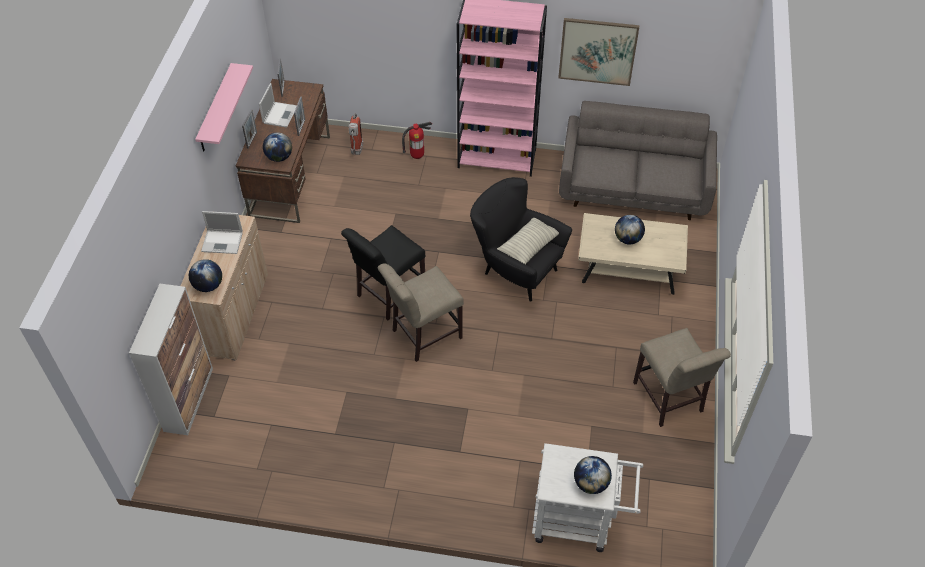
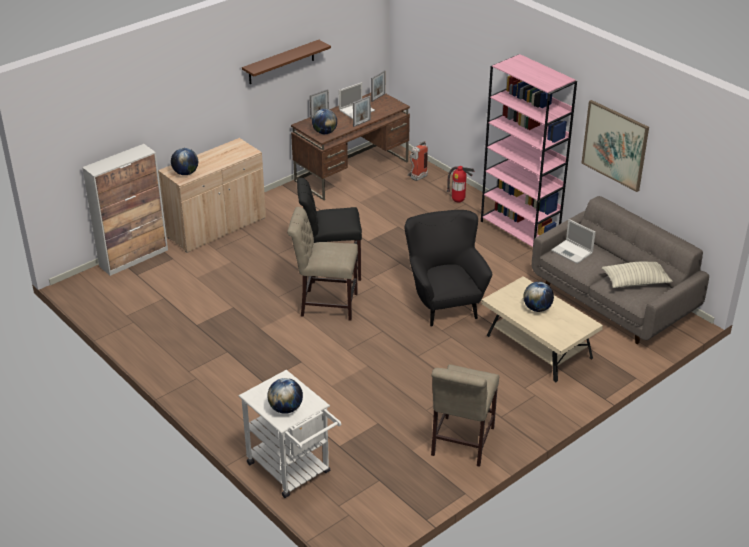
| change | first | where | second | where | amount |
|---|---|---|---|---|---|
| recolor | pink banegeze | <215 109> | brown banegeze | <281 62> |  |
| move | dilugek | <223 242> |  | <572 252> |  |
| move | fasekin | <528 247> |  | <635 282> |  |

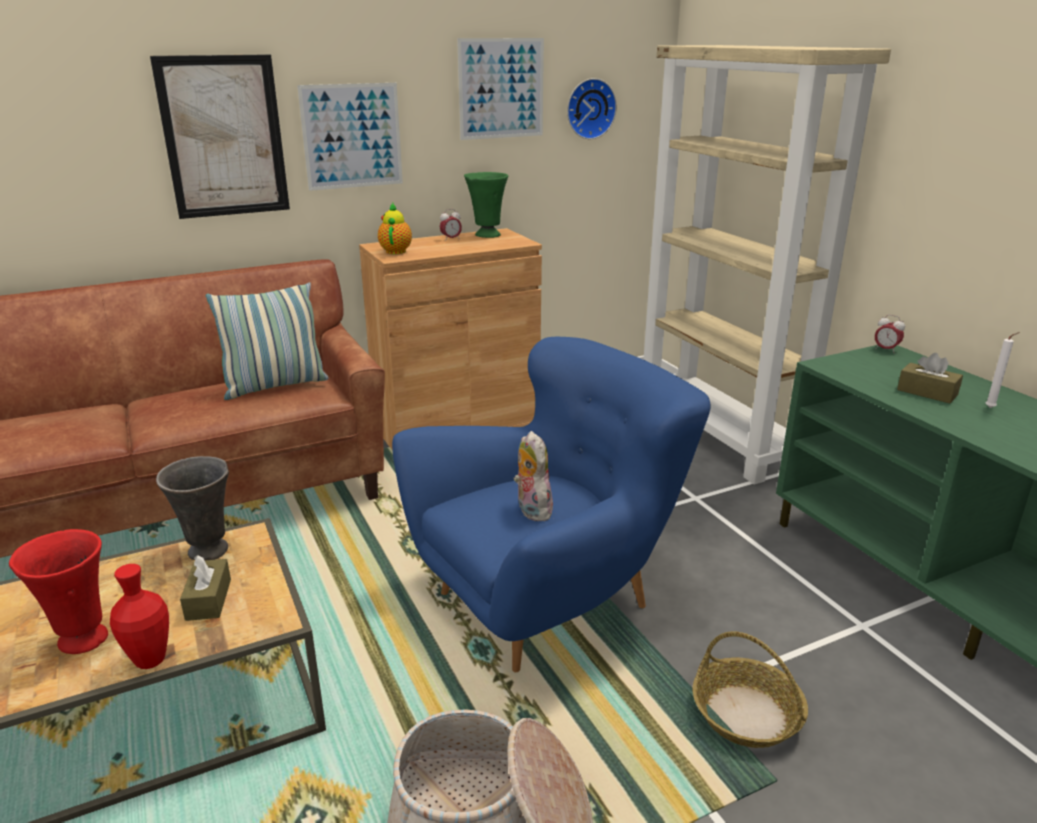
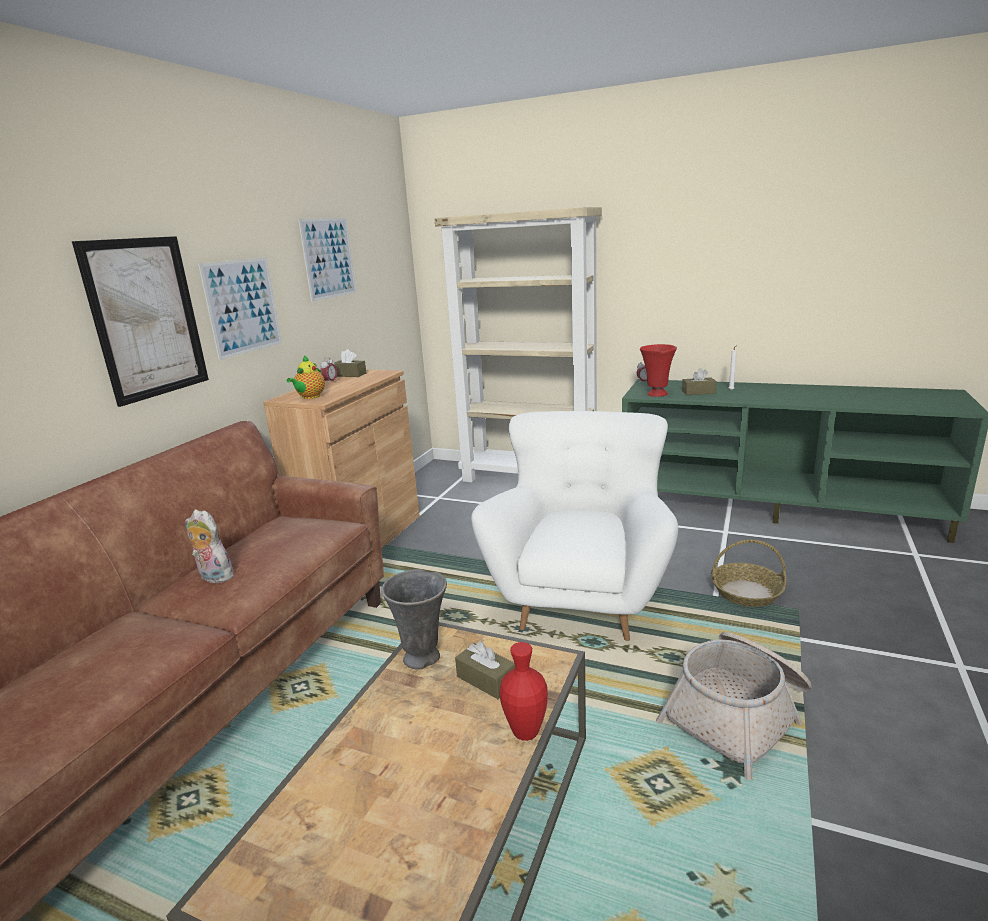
| change | first | where | second | where | amount |
|---|---|---|---|---|---|
| delete | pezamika | <589 108> |  |  |  |
| replace | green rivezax | <486 235> | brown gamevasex | <349 375> |  |
| rotate | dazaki | <396 251> |  | <310 397> | 120 degrees counterclockwise |
| delete | fasekin | <275 386> |  |  |  |
| recolor | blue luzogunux | <548 599> | white luzogunux | <582 598> |  |
| move | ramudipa | <531 510> |  | <213 577> |  |
| move | red rivezax | <81 639> |  | <656 394> |  |

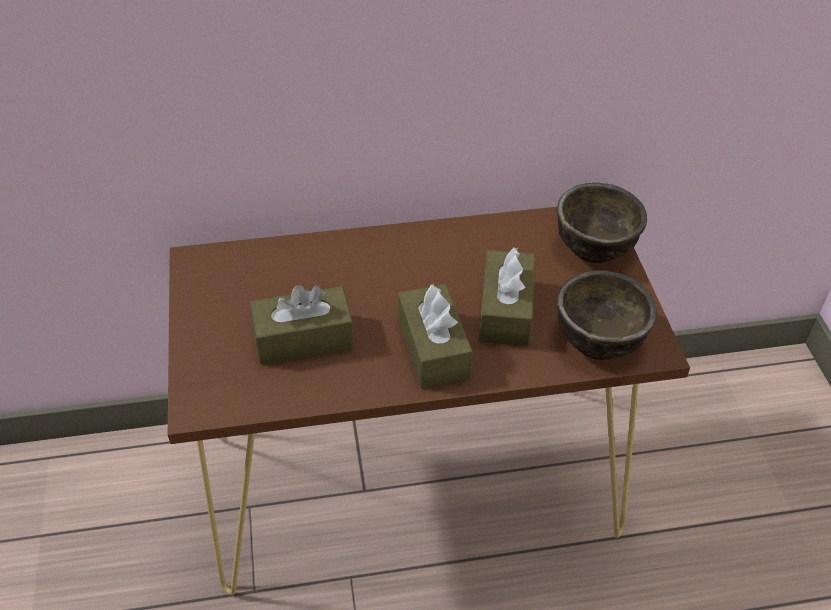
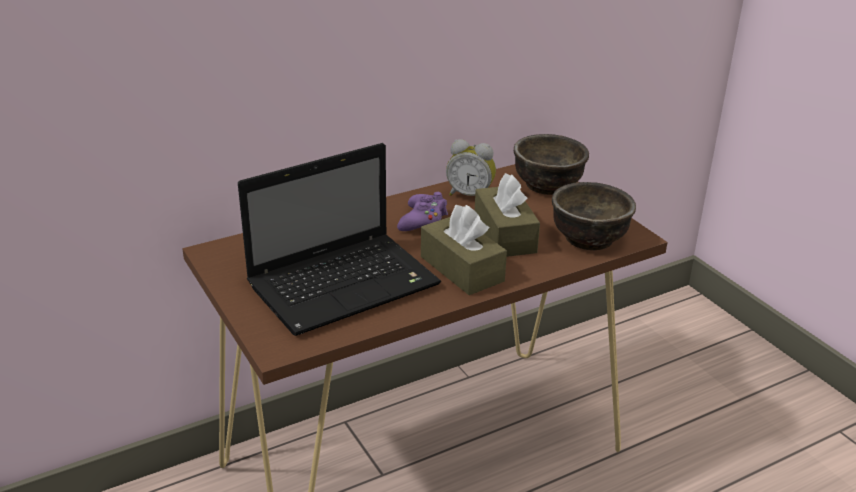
| change | first | where | second | where | amount |
|---|---|---|---|---|---|
| replace | brown gamevasex | <303 338> | dilugek | <346 284> |  |
| insert |  |  | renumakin | <470 195> |  |
| insert |  |  | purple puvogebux | <423 221> |  |

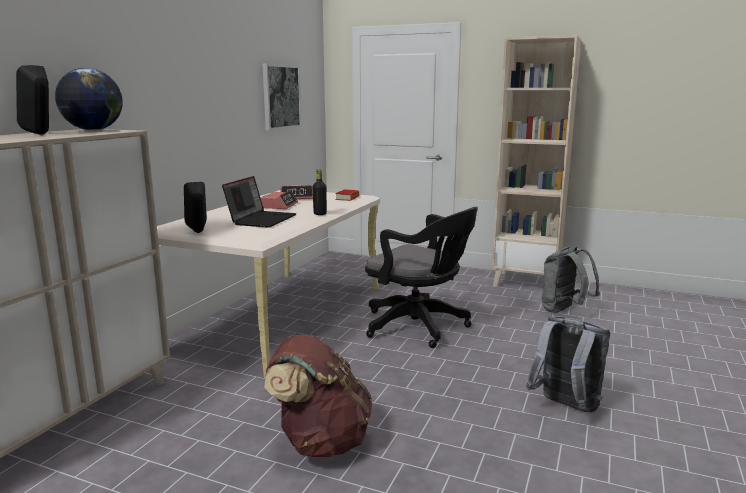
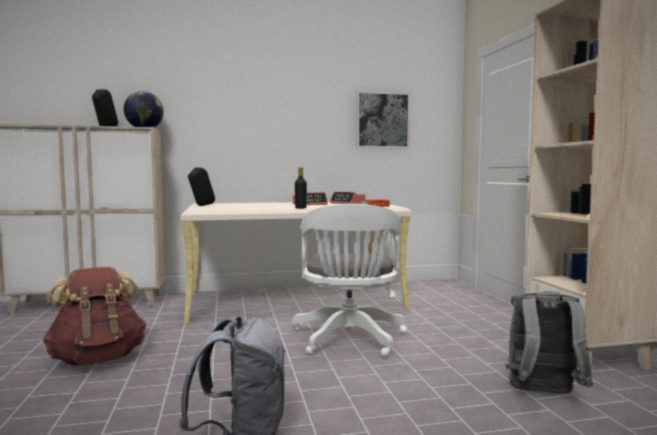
| change | first | where | second | where | amount |
|---|---|---|---|---|---|
| delete | dilugek | <261 219> |  |  |  |
| recolor | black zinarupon | <420 327> | white zinarupon | <349 340> |  |

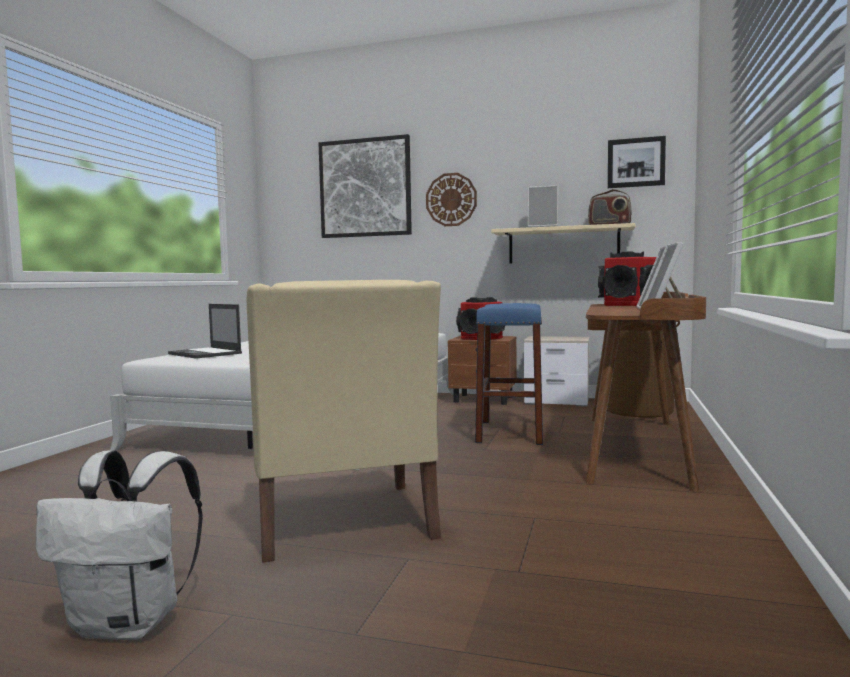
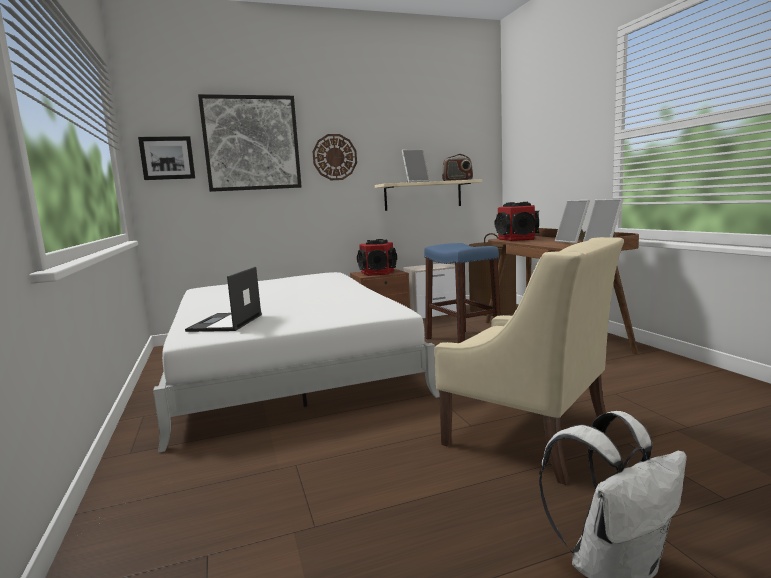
| change | first | where | second | where | amount |
|---|---|---|---|---|---|
| move | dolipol | <636 162> |  | <167 158> |  |
| rotate | dilugek | <205 353> |  | <225 323> | 90 degrees clockwise |

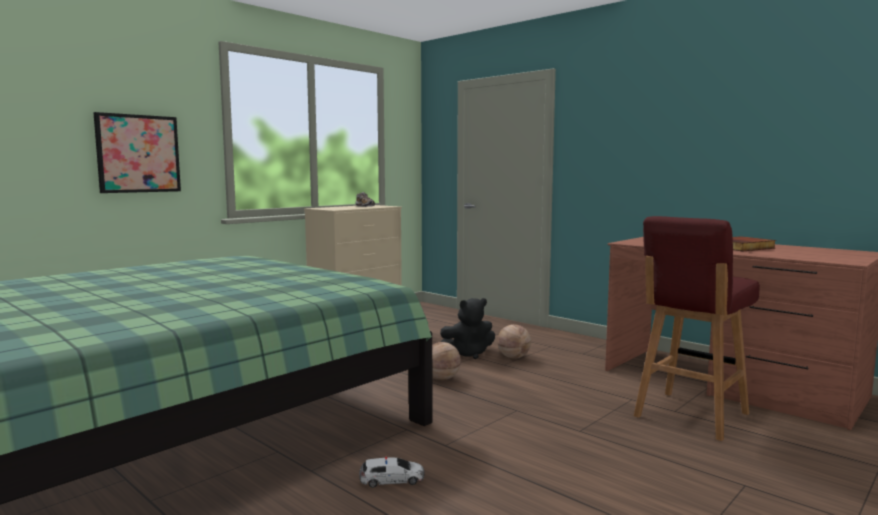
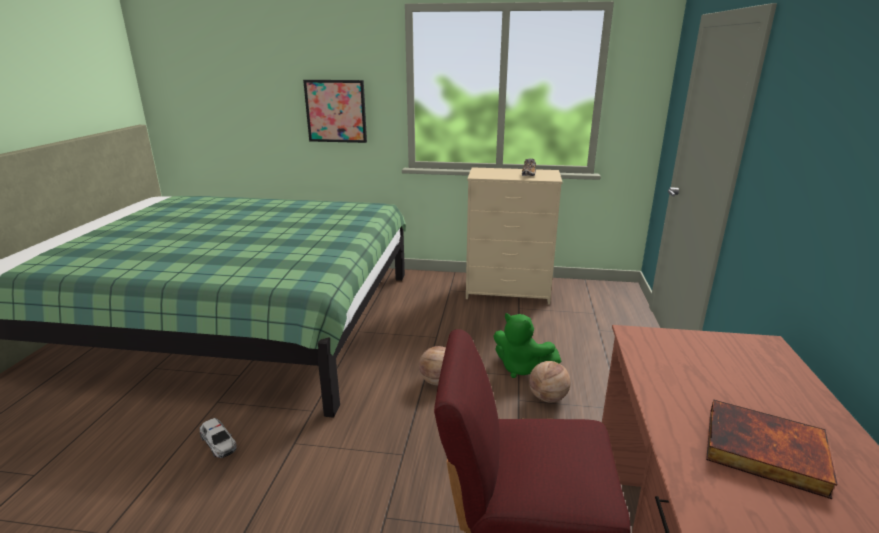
| change | first | where | second | where | amount |
|---|---|---|---|---|---|
| recolor | black ramudipa | <468 354> | green ramudipa | <521 368> |  |

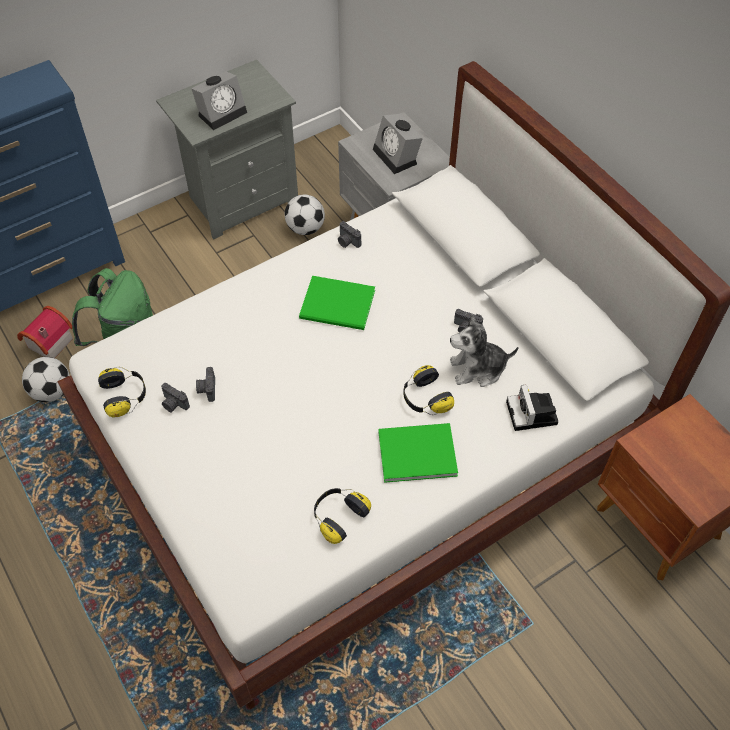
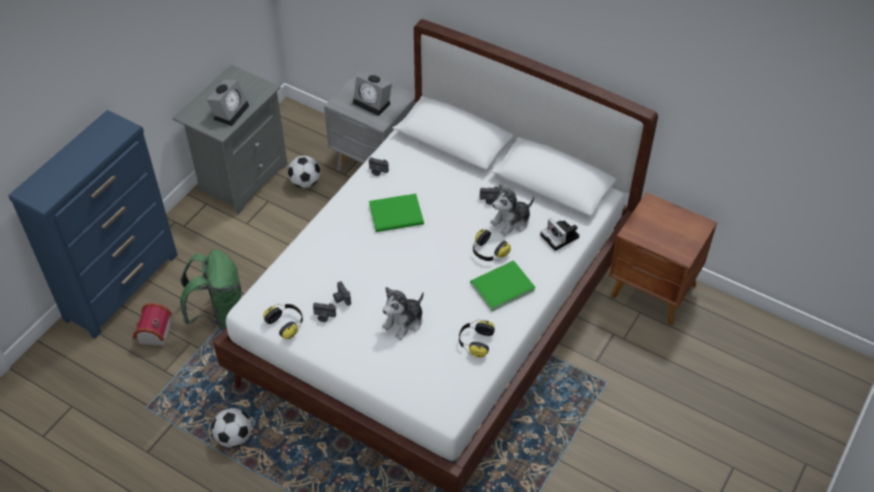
| change | first | where | second | where | amount |
|---|---|---|---|---|---|
| move | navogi | <52 391> |  | <234 437> |  |
| insert |  |  | ramudipa | <404 322> |  |

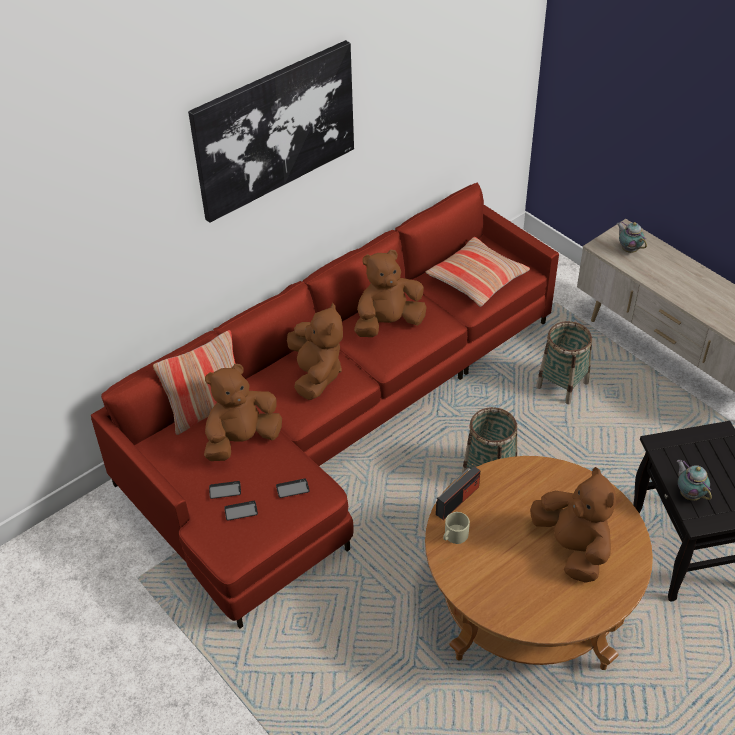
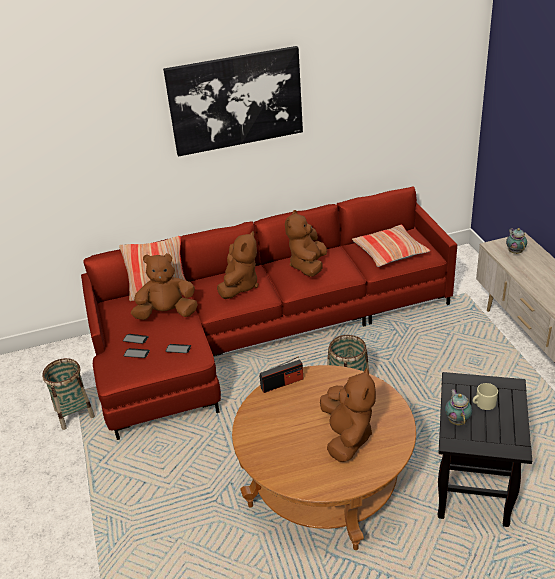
| change | first | where | second | where | amount |
|---|---|---|---|---|---|
| rotate | brown ramudipa | <388 323> |  | <308 266> | 75 degrees counterclockwise |
| move | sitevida | <562 385> |  | <74 413> |  |
| move | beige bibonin | <454 536> |  | <483 403> |  |

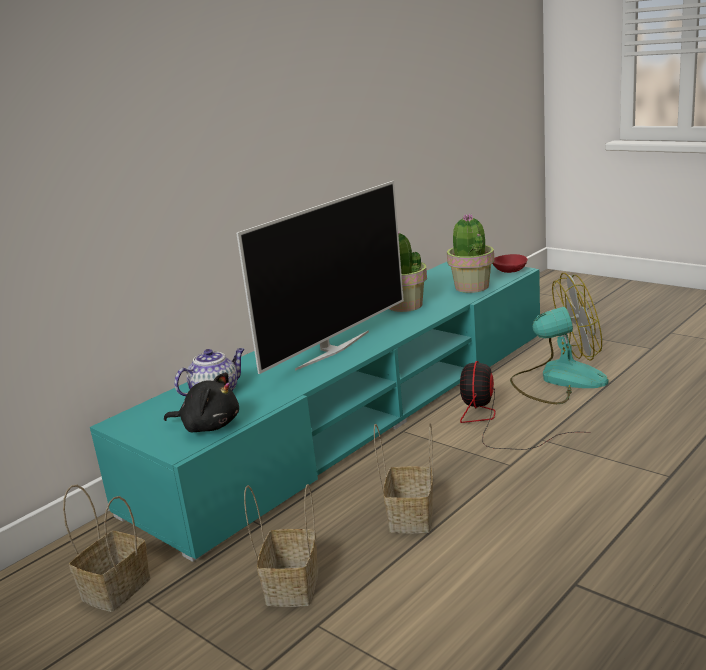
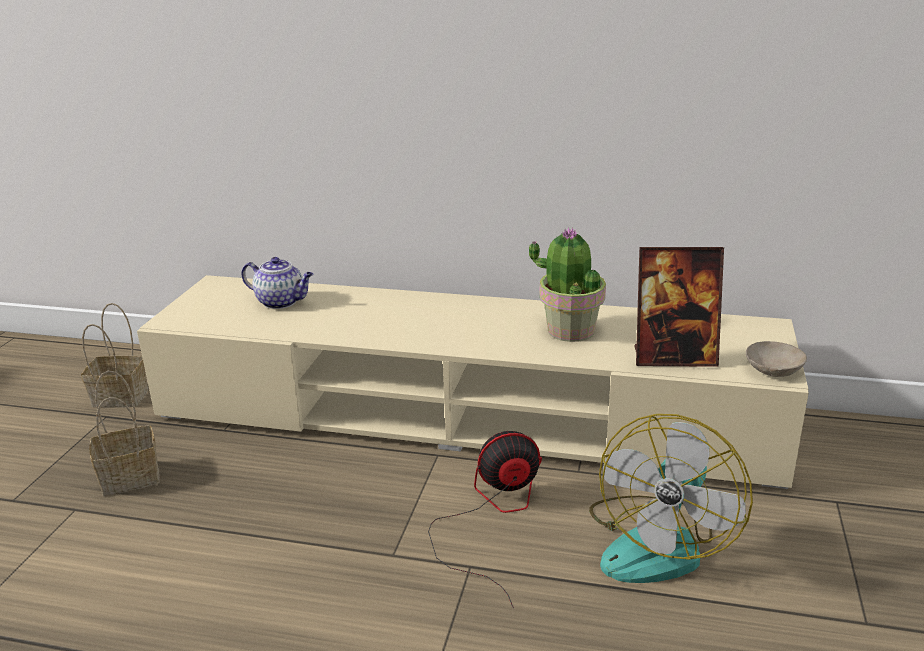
| change | first | where | second | where | amount |
|---|---|---|---|---|---|
| delete | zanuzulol | <332 350> |  |  |  |
| replace | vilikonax | <471 287> | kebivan | <674 358> |  |
| recolor | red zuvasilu | <509 270> | beige zuvasilu | <774 369> |  |
| recolor | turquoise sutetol | <362 412> | beige sutetol | <465 416> |  |
| rotate | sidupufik | <558 380> |  | <658 543> | 60 degrees clockwise |
| delete | black ramudipa | <209 426> |  |  |  |
| delete | sitevida | <410 516> |  |  |  |

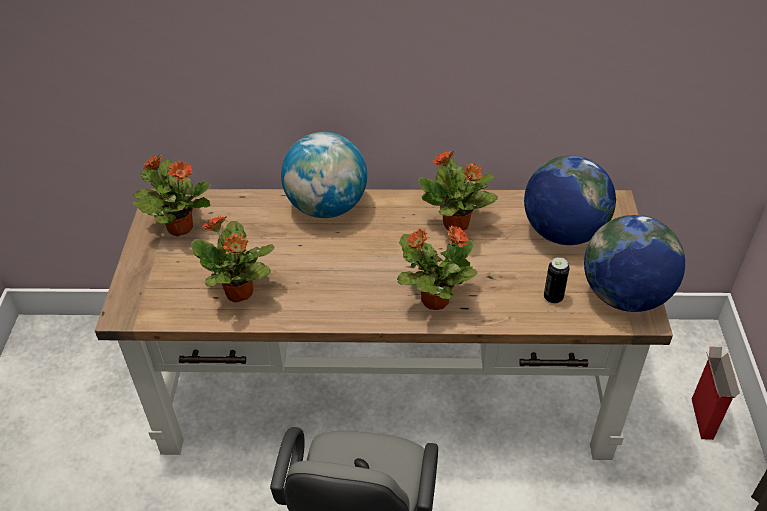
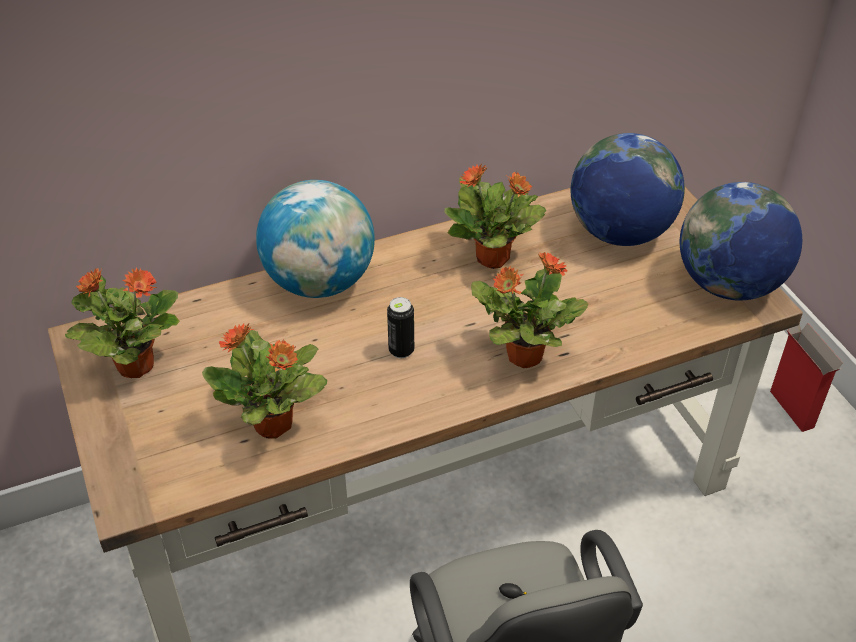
| change | first | where | second | where | amount |
|---|---|---|---|---|---|
| move | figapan | <553 297> |  | <401 350> |  |

